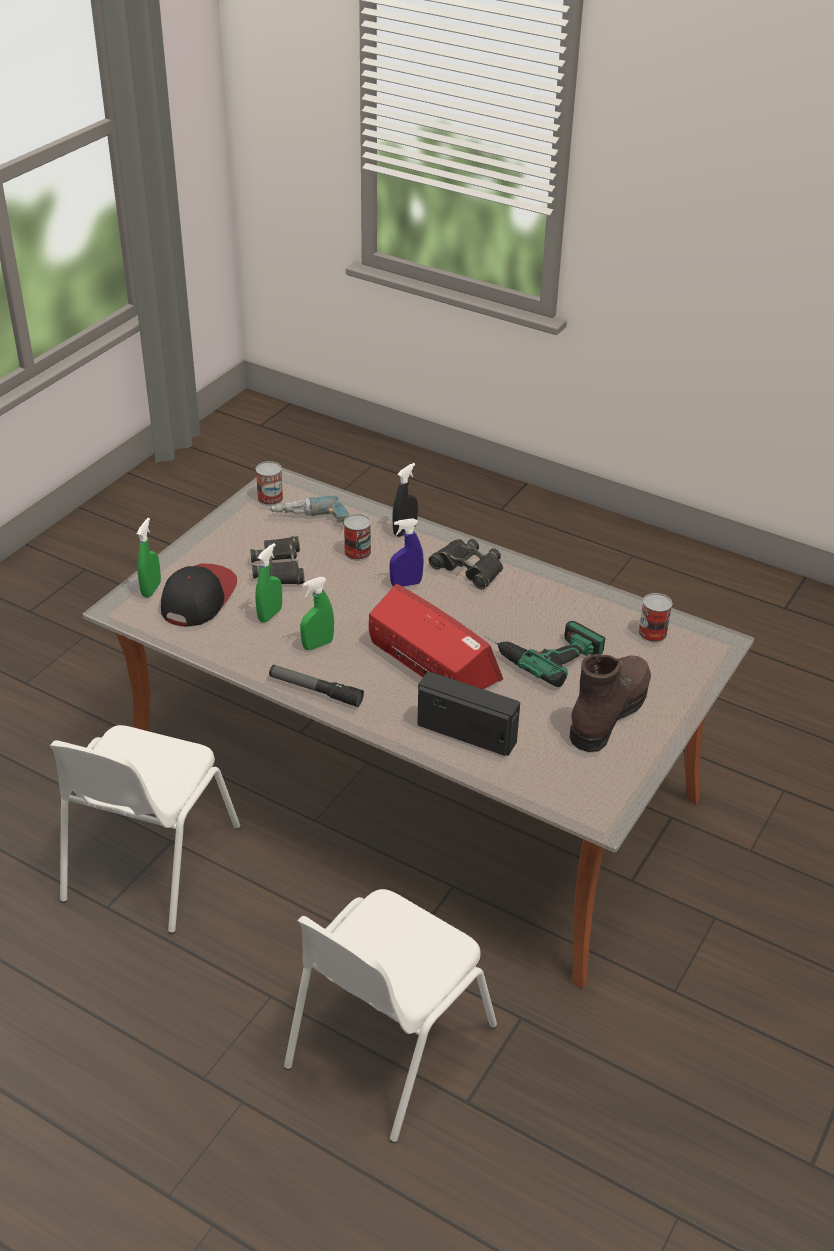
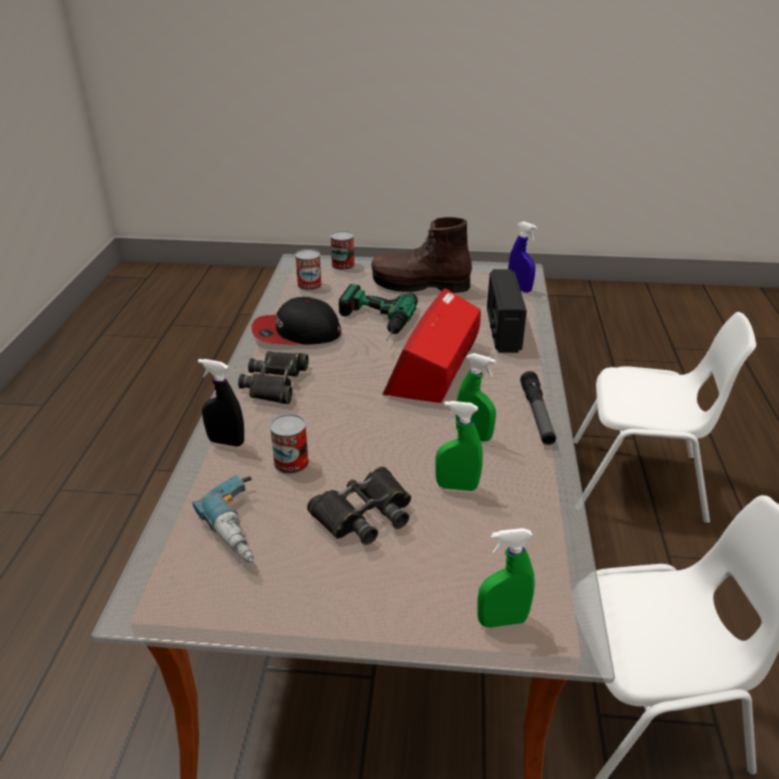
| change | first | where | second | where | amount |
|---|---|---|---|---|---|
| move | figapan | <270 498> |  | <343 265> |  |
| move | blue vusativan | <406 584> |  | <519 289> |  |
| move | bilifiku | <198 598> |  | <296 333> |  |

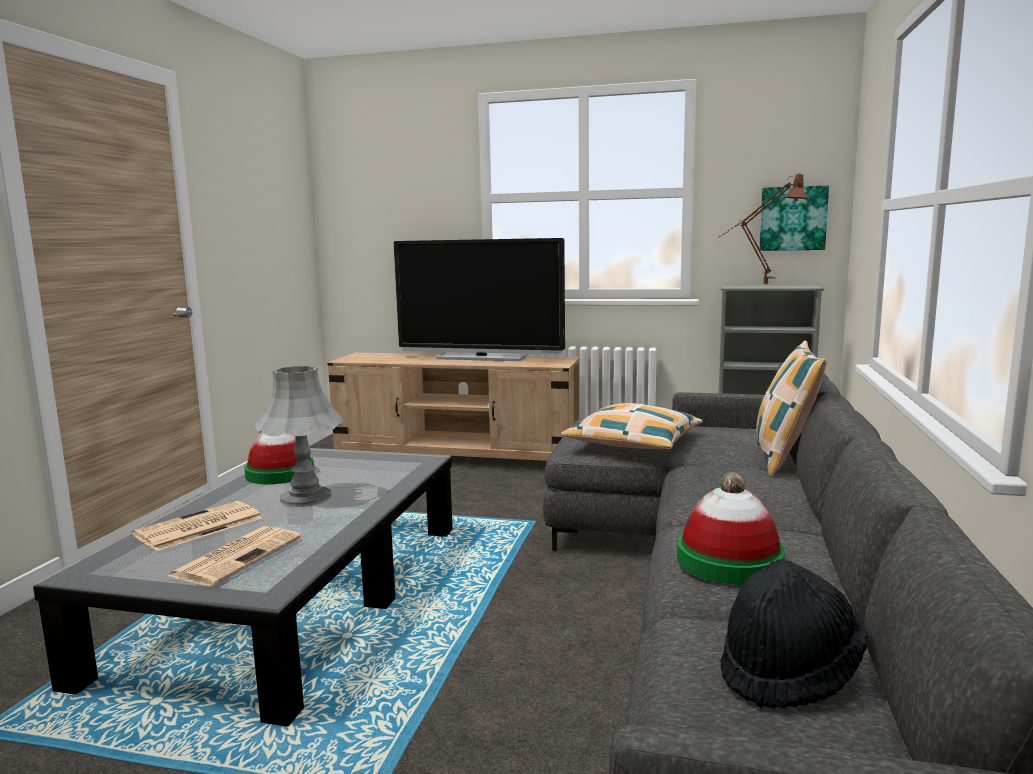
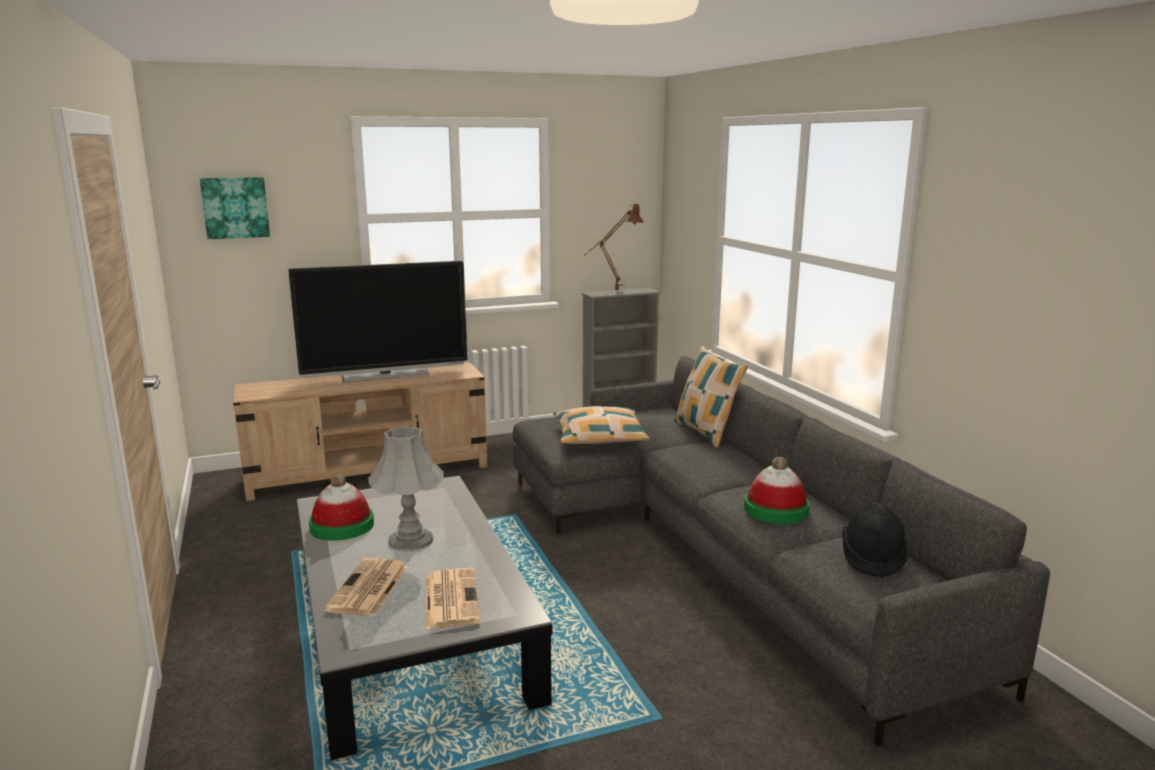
| change | first | where | second | where | amount |
|---|---|---|---|---|---|
| move | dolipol | <793 218> |  | <235 207> |  |

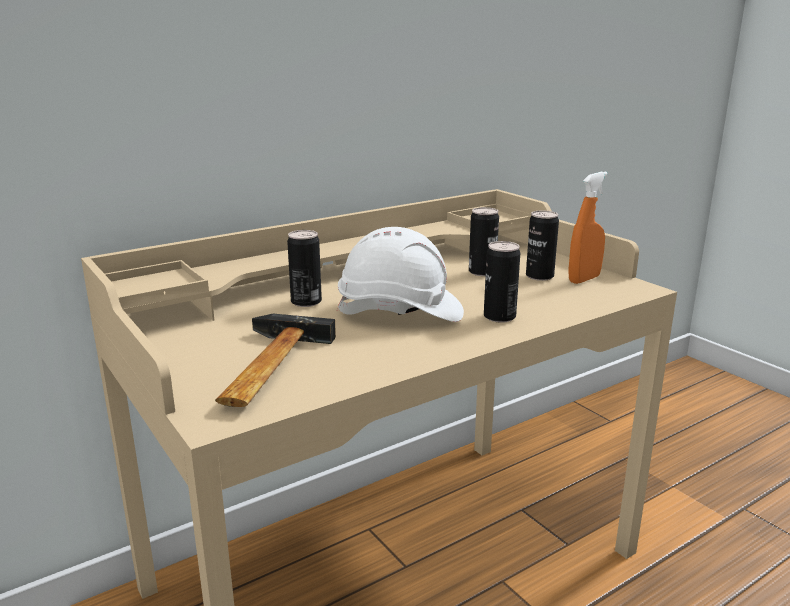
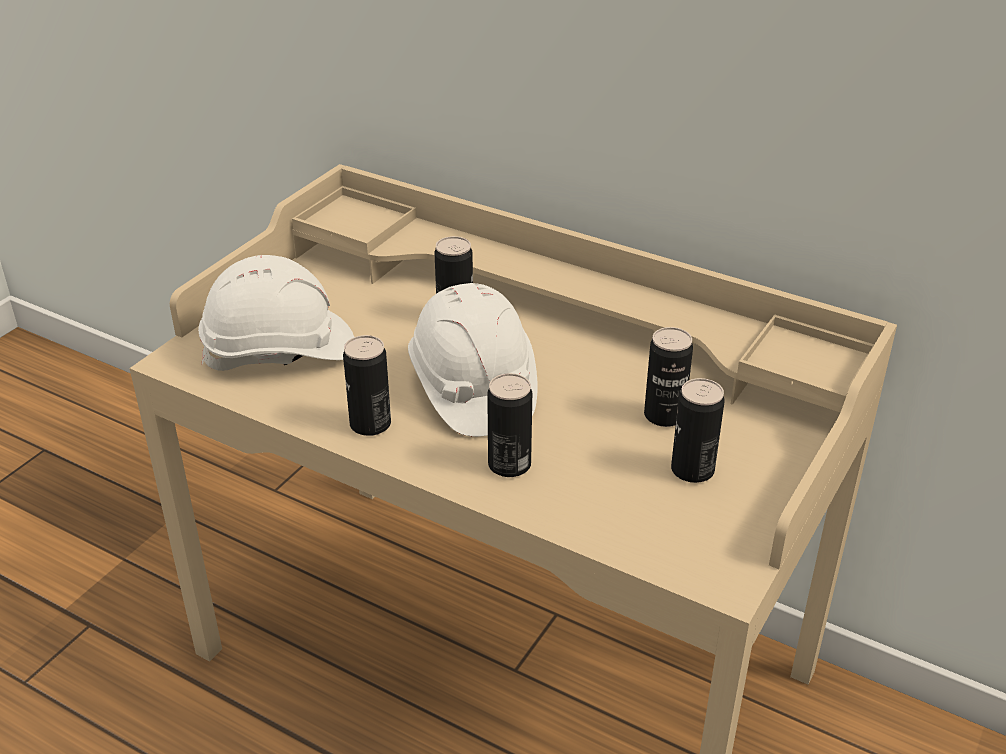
| change | first | where | second | where | amount |
|---|---|---|---|---|---|
| delete | orange vusativan | <584 279> |  |  |  |
| replace | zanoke | <265 368> | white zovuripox | <280 351> |  |
| insert |  |  | figapan | <370 424> |  |

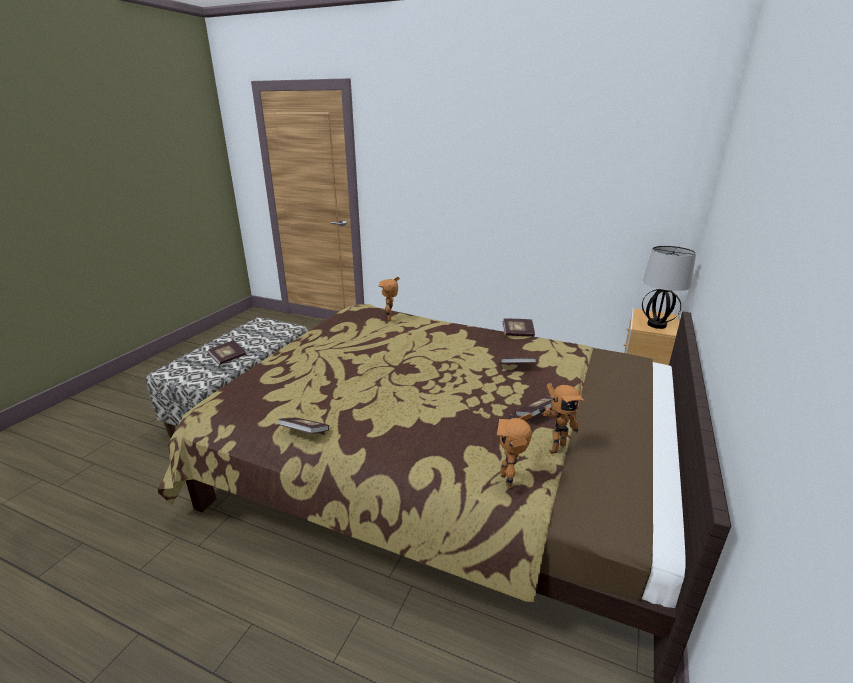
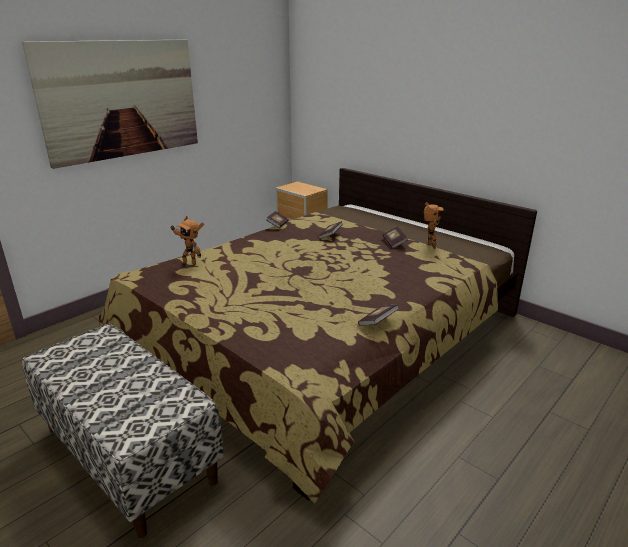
| change | first | where | second | where | amount |
|---|---|---|---|---|---|
| delete | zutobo | <656 325> |  |  |  |
| delete | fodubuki | <228 358> |  |  |  |
| delete | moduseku | <509 479> |  |  |  |
| insert |  |  | dolipol | <121 99> |  |

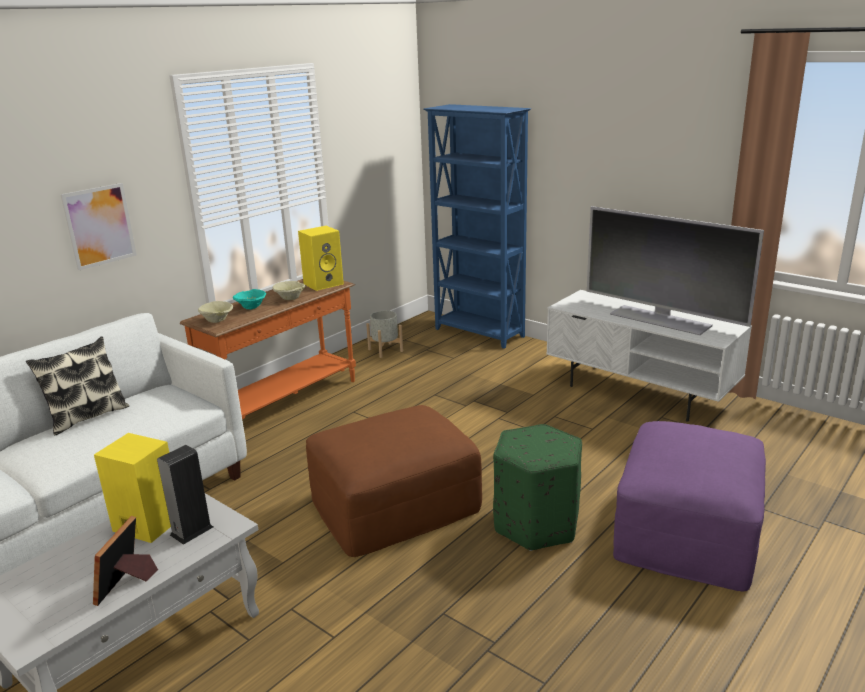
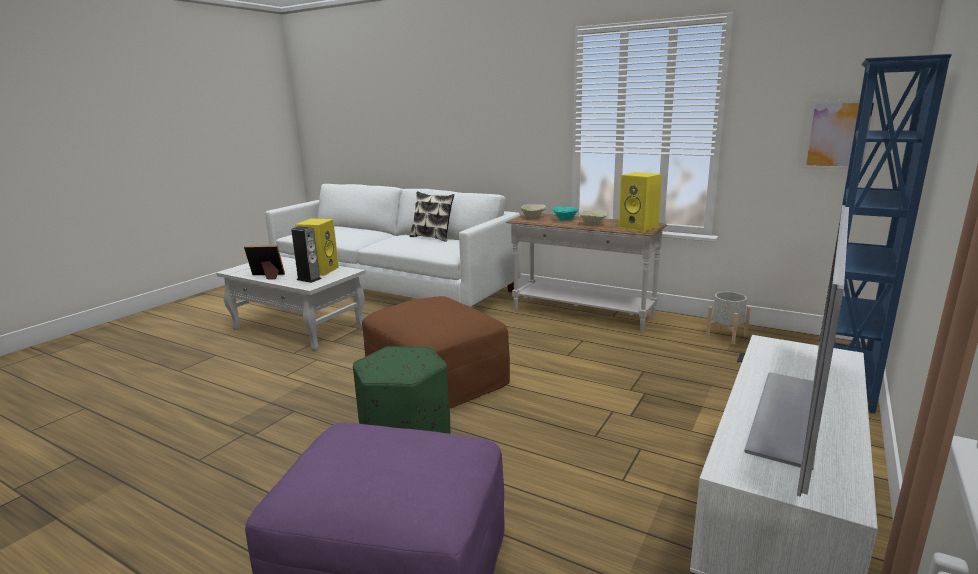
| change | first | where | second | where | amount |
|---|---|---|---|---|---|
| move | dolipol | <99 226> |  | <838 135> |  |
| recolor | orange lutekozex | <285 403> | white lutekozex | <581 314> |  |

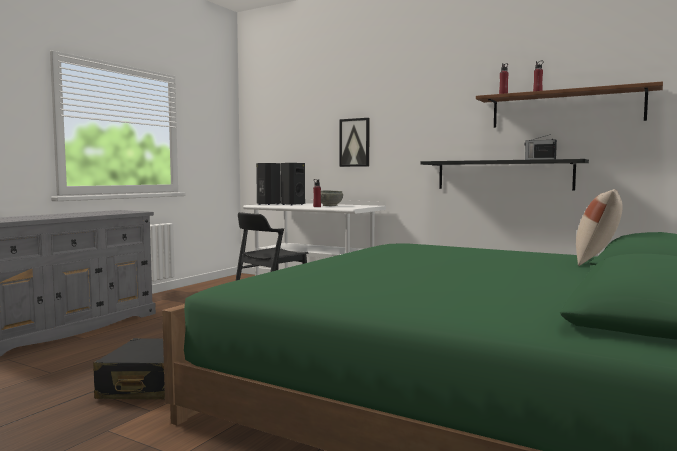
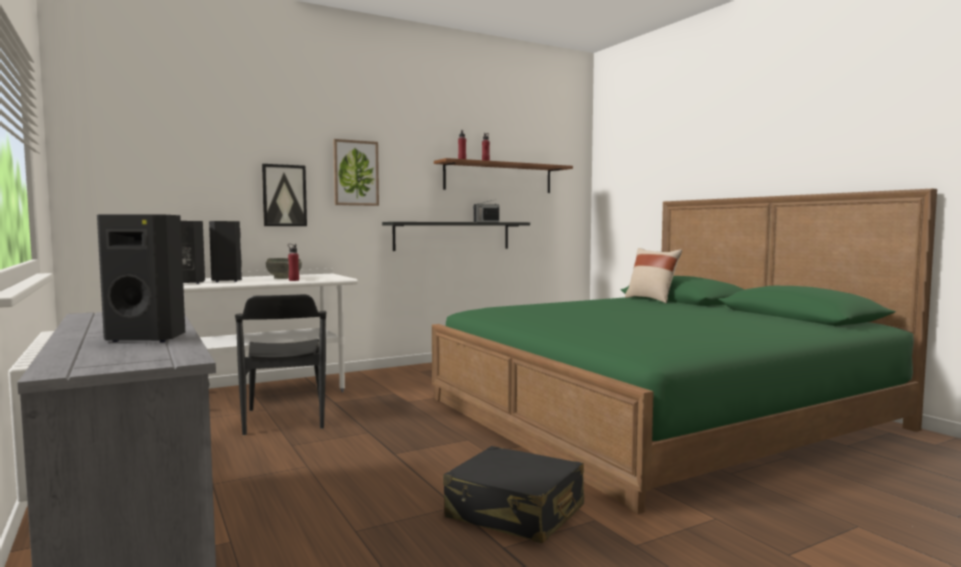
| change | first | where | second | where | amount |
|---|---|---|---|---|---|
| insert |  |  | dolipol | <355 173> |  |
| insert |  |  | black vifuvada | <149 338> |  |

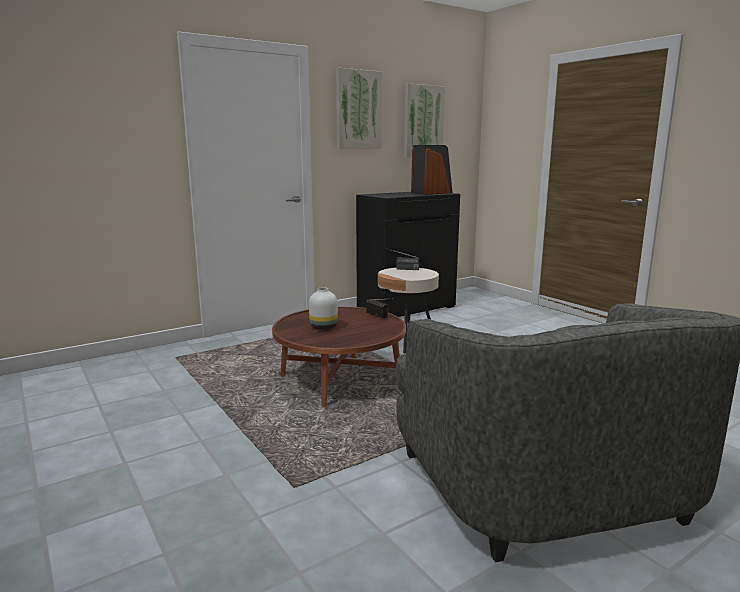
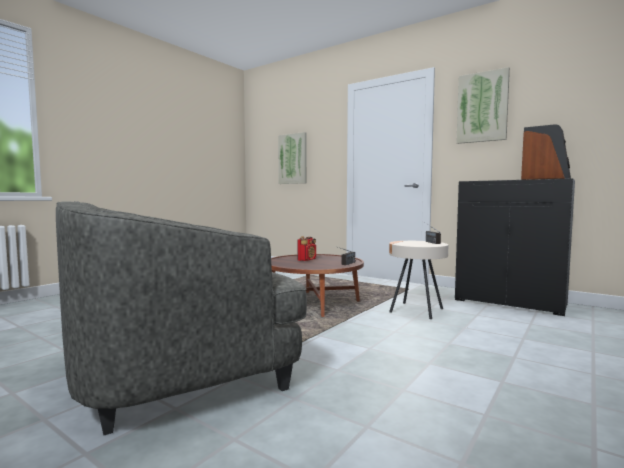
| change | first | where | second | where | amount |
|---|---|---|---|---|---|
| move | dolipol | <423 121> |  | <293 159> |  |
| replace | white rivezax | <323 327> | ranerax | <307 260> |  |

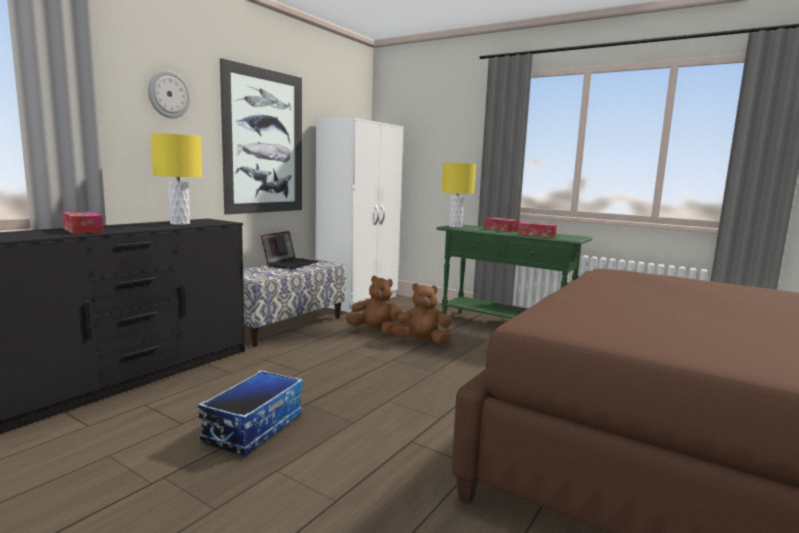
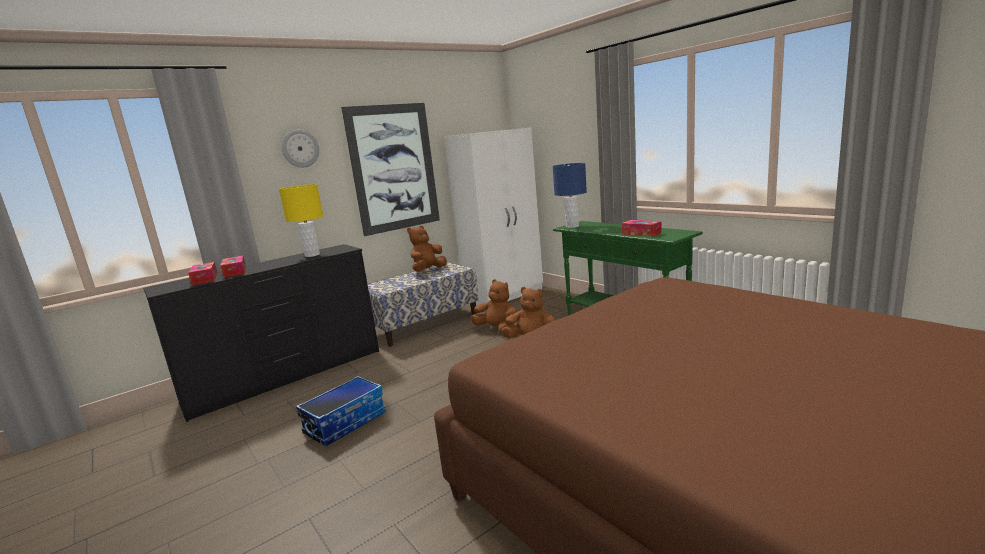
| change | first | where | second | where | amount |
|---|---|---|---|---|---|
| recolor | yellow zutobo | <455 226> | blue zutobo | <572 226> |  |
| move | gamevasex | <501 229> |  | <205 279> |  |
| replace | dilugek | <290 263> | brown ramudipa | <428 270> |  |

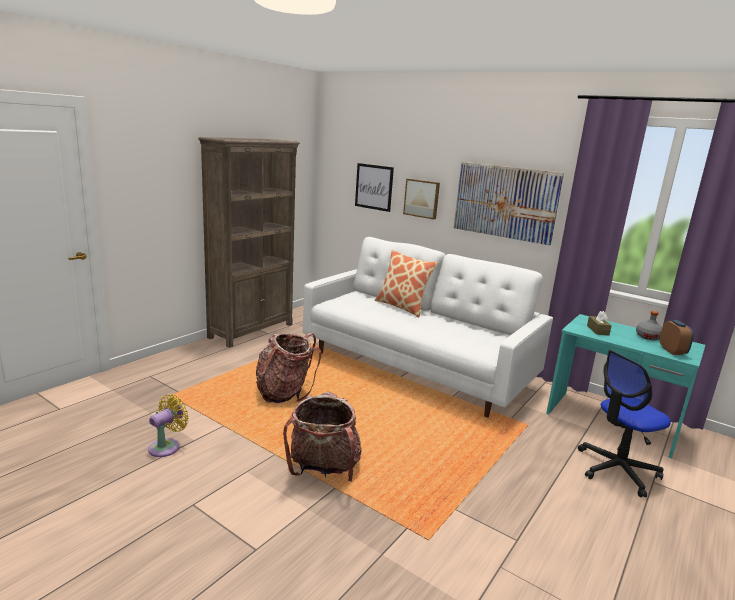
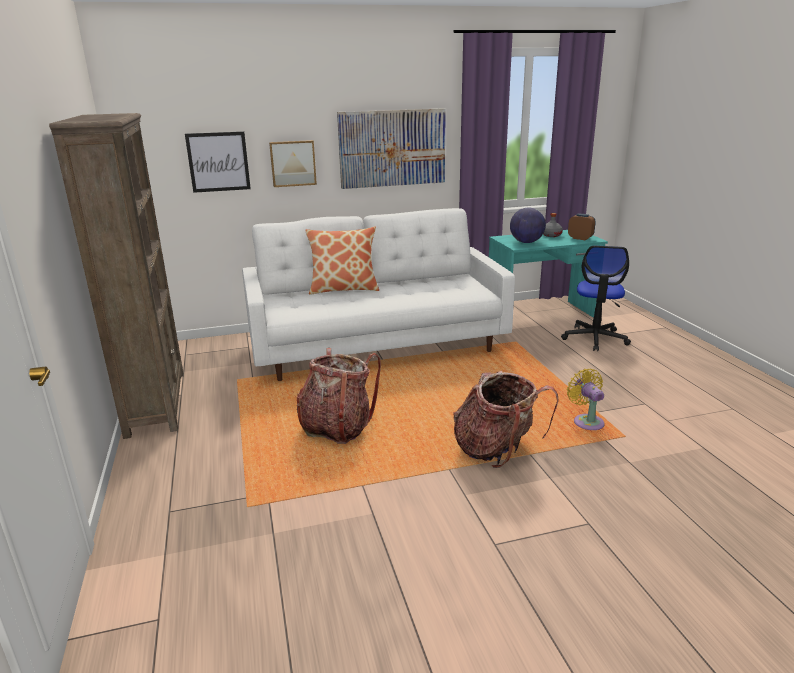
| change | first | where | second | where | amount |
|---|---|---|---|---|---|
| replace | brown gamevasex | <597 330> | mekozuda | <526 242> |  |
| move | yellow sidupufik | <167 446> |  | <586 421> |  |

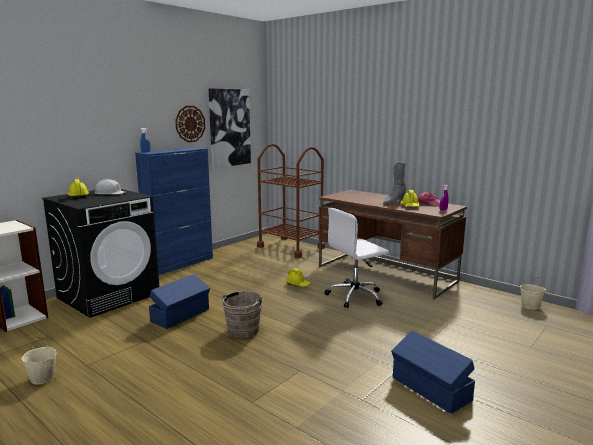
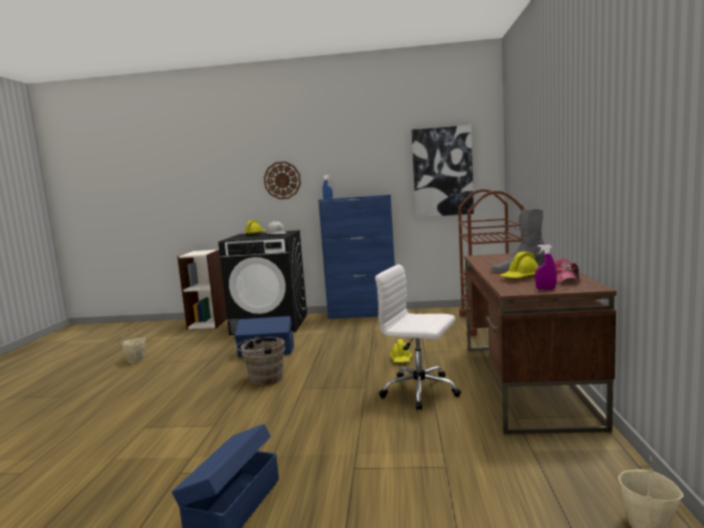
| change | first | where | second | where | amount |
|---|---|---|---|---|---|
| move | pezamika | <190 124> |  | <282 180> |  |

